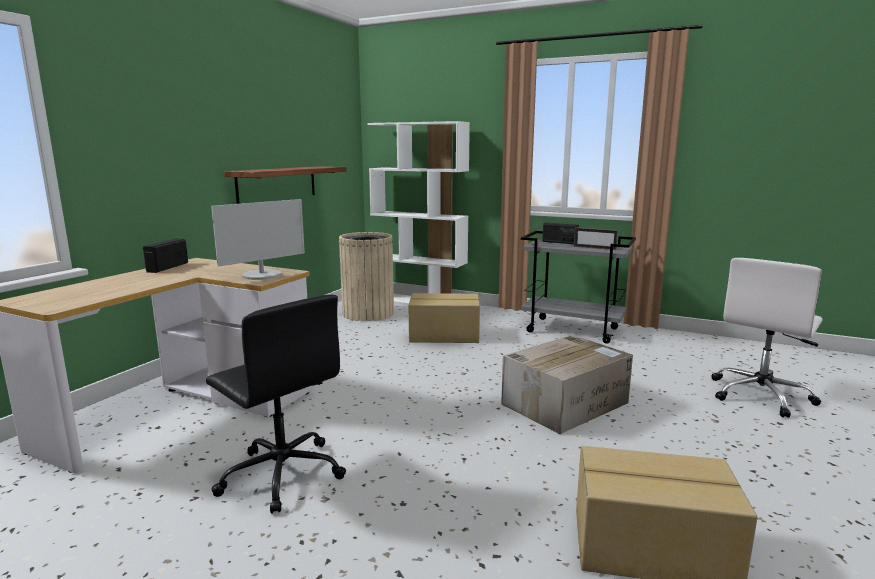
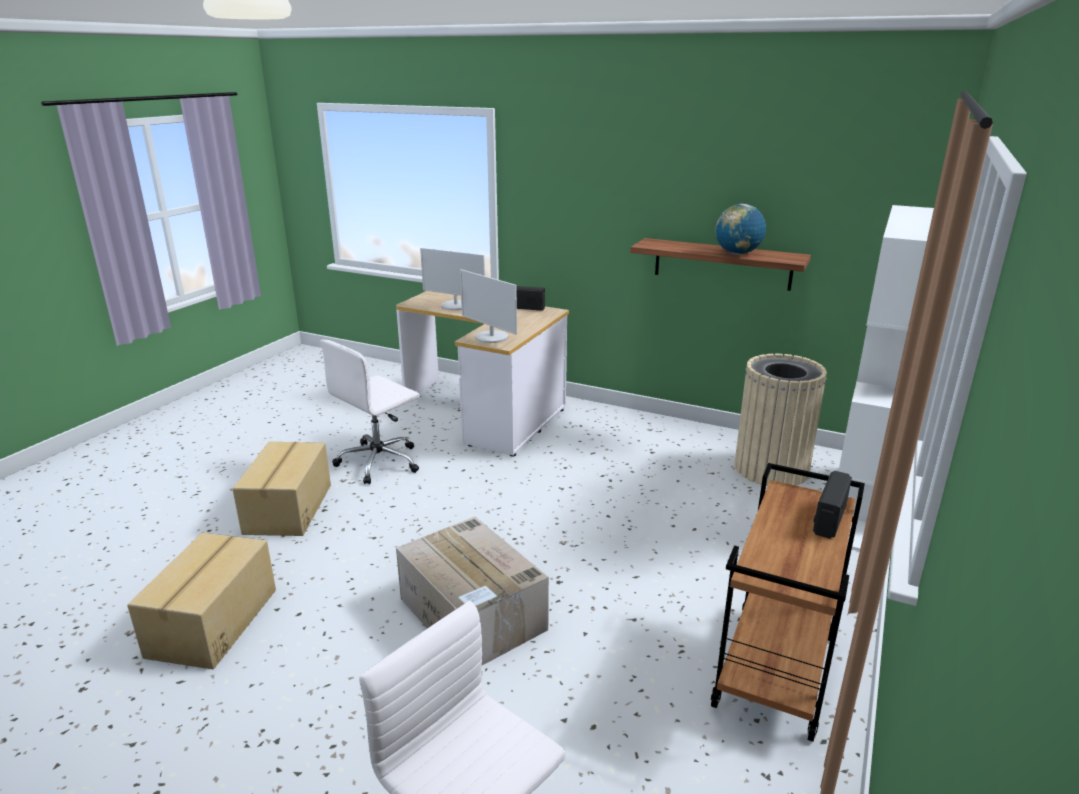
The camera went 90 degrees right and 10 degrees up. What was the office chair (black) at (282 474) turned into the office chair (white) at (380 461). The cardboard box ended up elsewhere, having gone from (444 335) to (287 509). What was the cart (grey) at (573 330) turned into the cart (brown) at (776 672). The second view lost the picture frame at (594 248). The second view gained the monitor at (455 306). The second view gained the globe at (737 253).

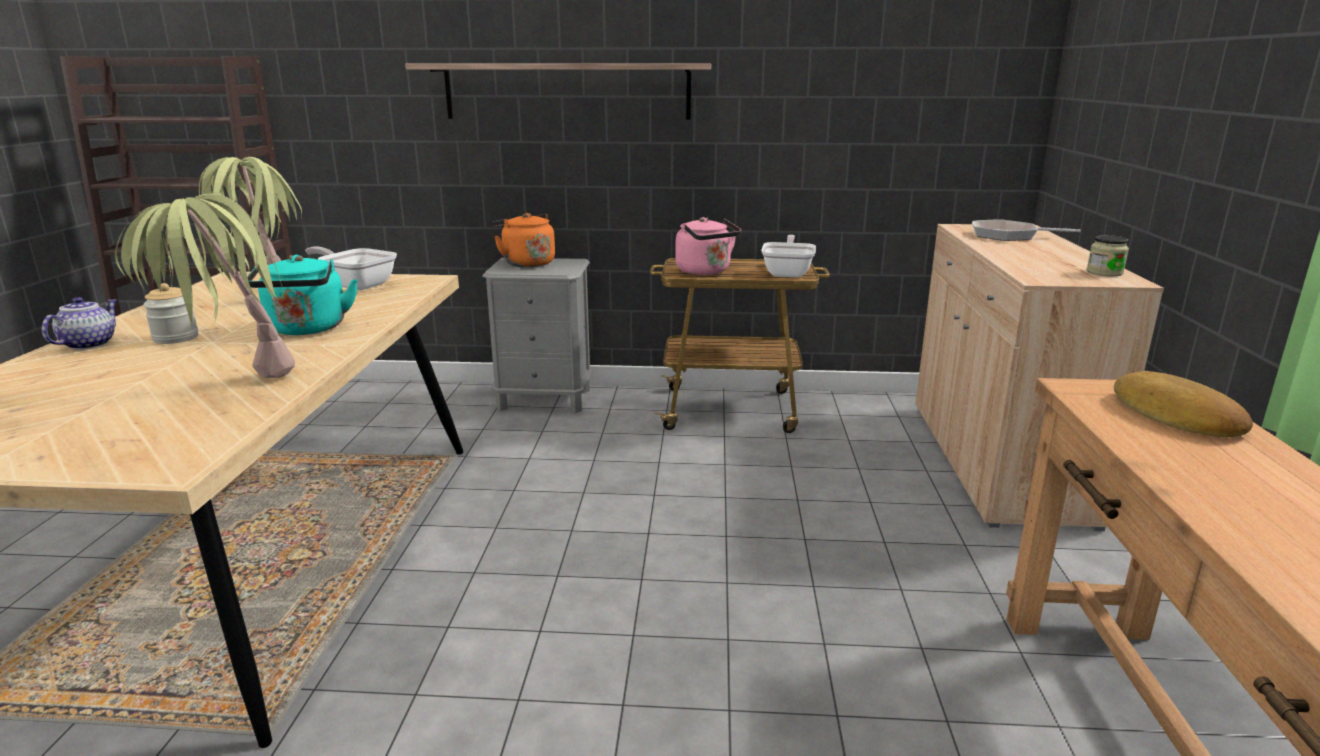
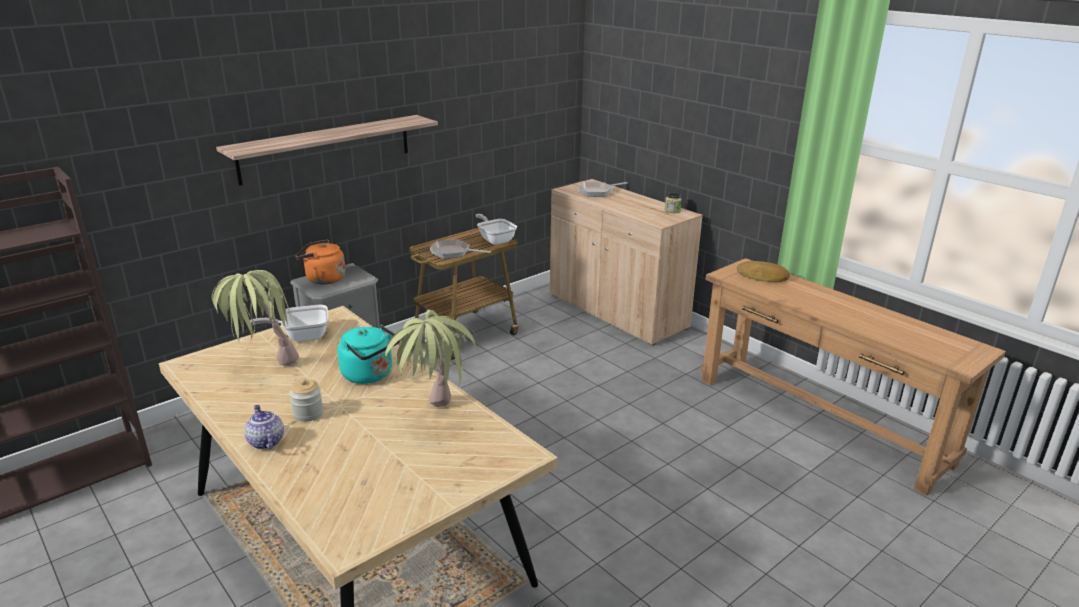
The camera went 45 degrees left and 5 degrees up. Where the kettle (pink) stood at (705 272), the frying pan came to stand at (453 252).

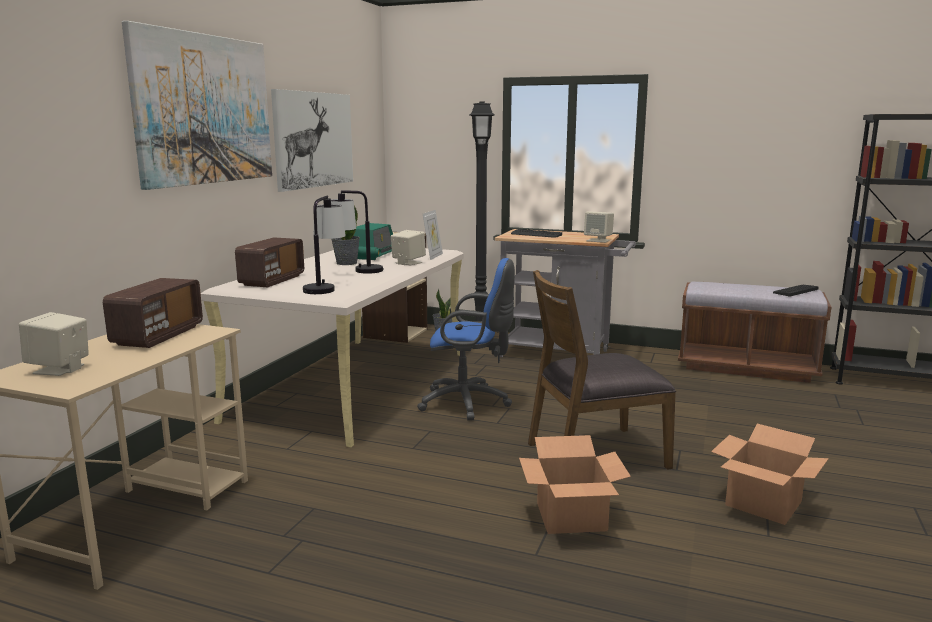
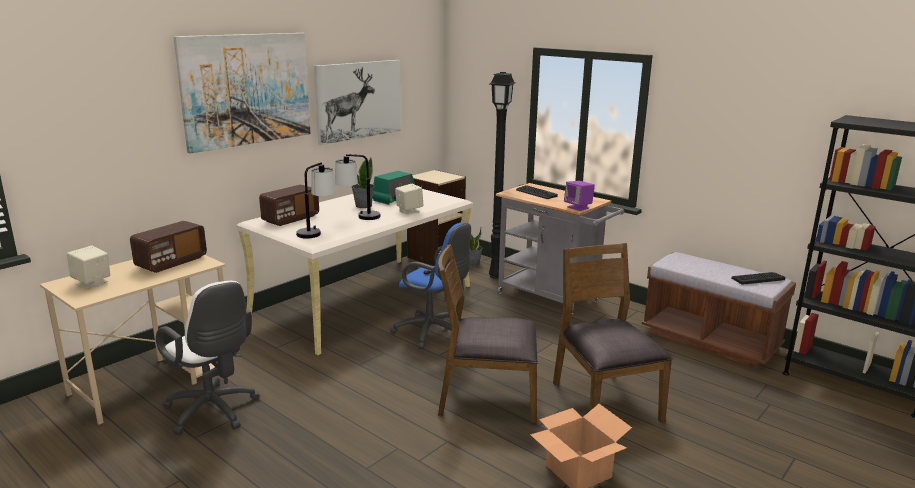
The camera went 20 degrees right and 5 degrees up. The second view lost the picture frame at (433 256). The second view lost the cardboard box at (572 516). What was the speaker (beige) at (598 240) turned into the speaker (purple) at (578 207). The second view gained the office chair (white) at (214 412). The second view gained the chair (brown) at (603 401).

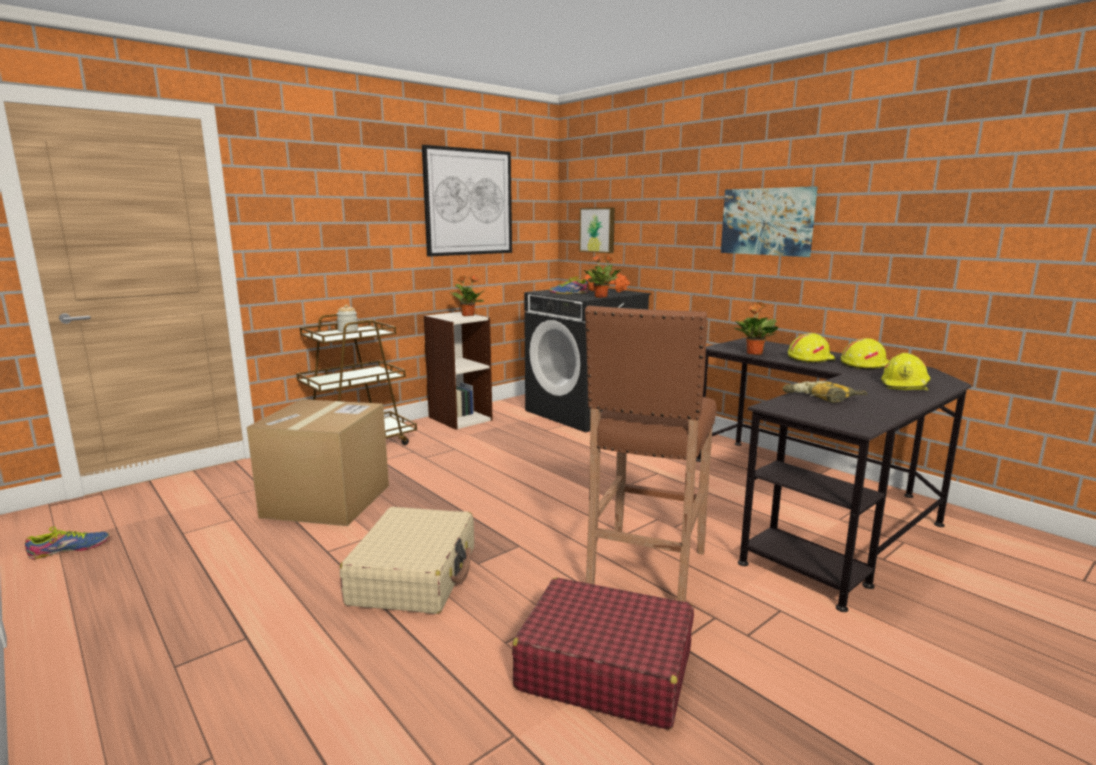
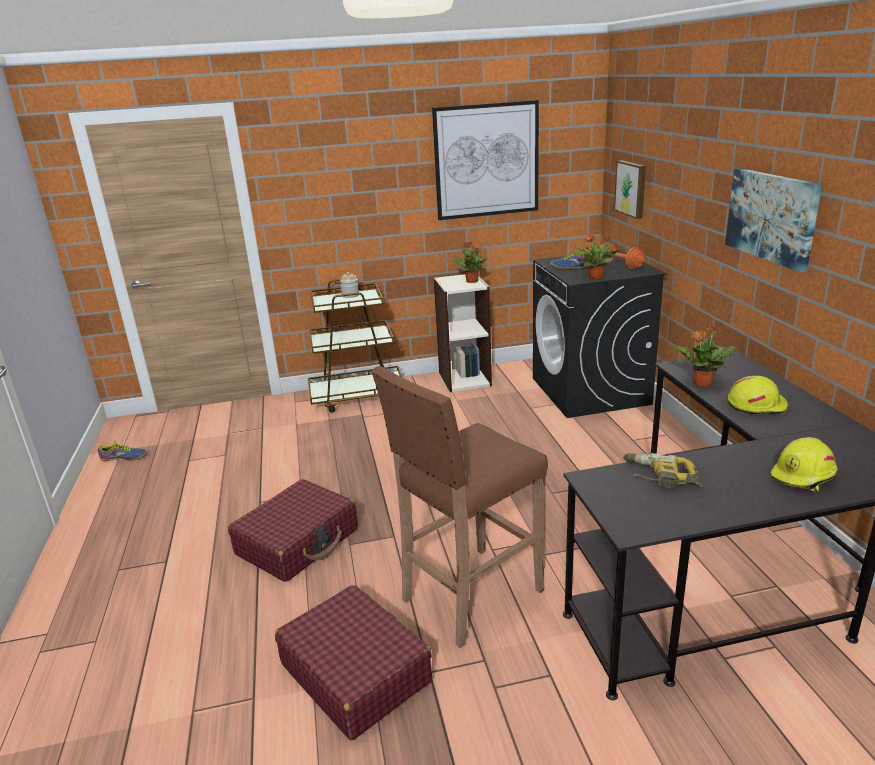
The camera went 30 degrees right and 10 degrees up. The second view lost the cardboard box at (327 501). What was the suitcase (beige) at (414 575) turned into the suitcase (red) at (298 542). The second view lost the hard hat (yellow) at (865 365).

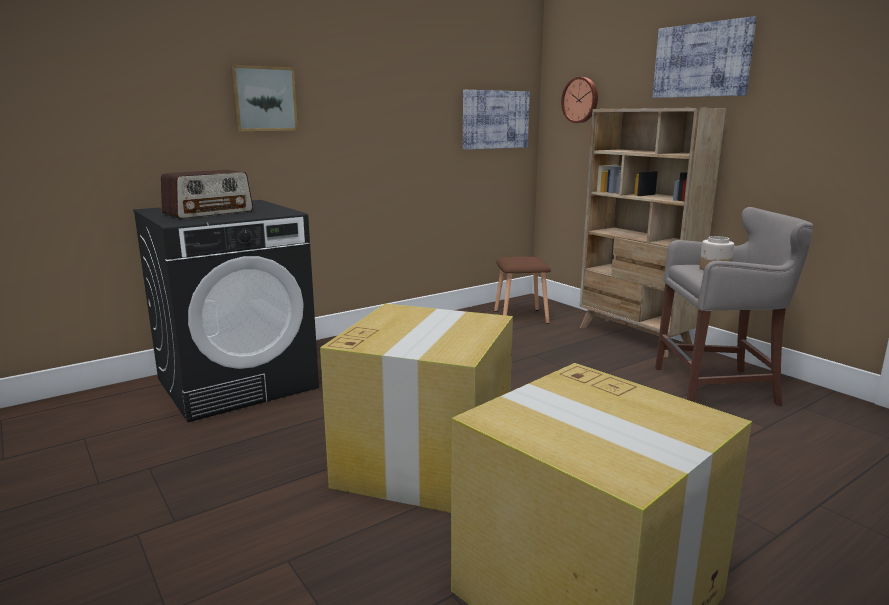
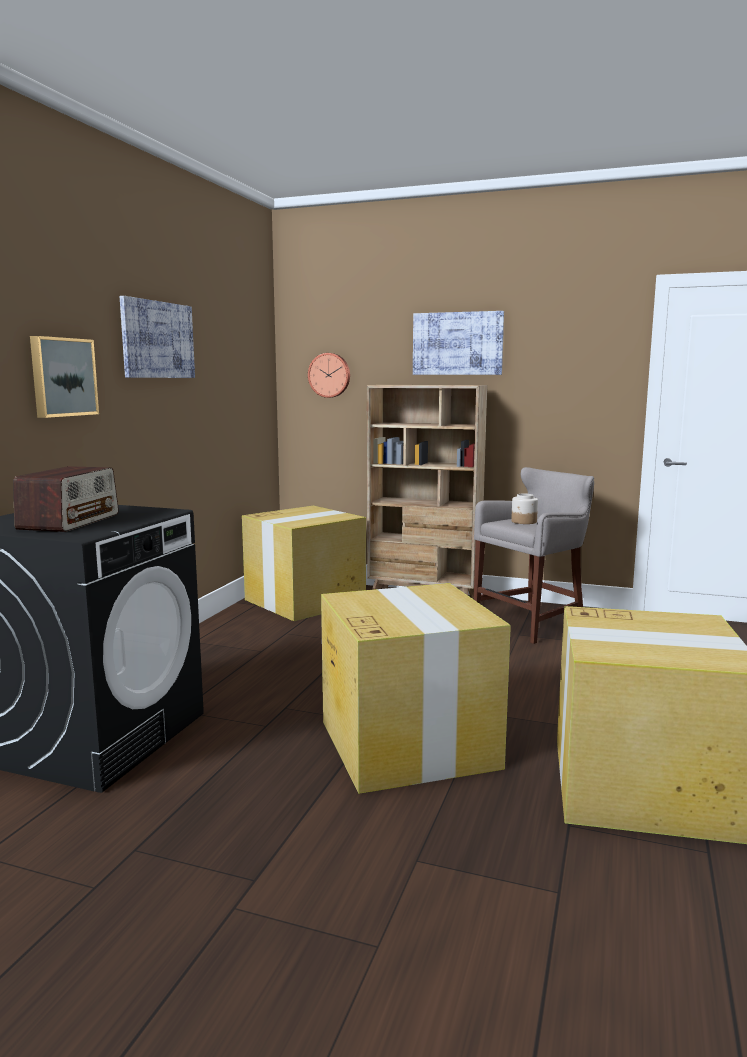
The camera went 35 degrees left and 5 degrees down. The picture ended up elsewhere, having gone from (495 119) to (157 340). Where the stool (brown) stood at (521 317), the cardboard box came to stand at (306 601).

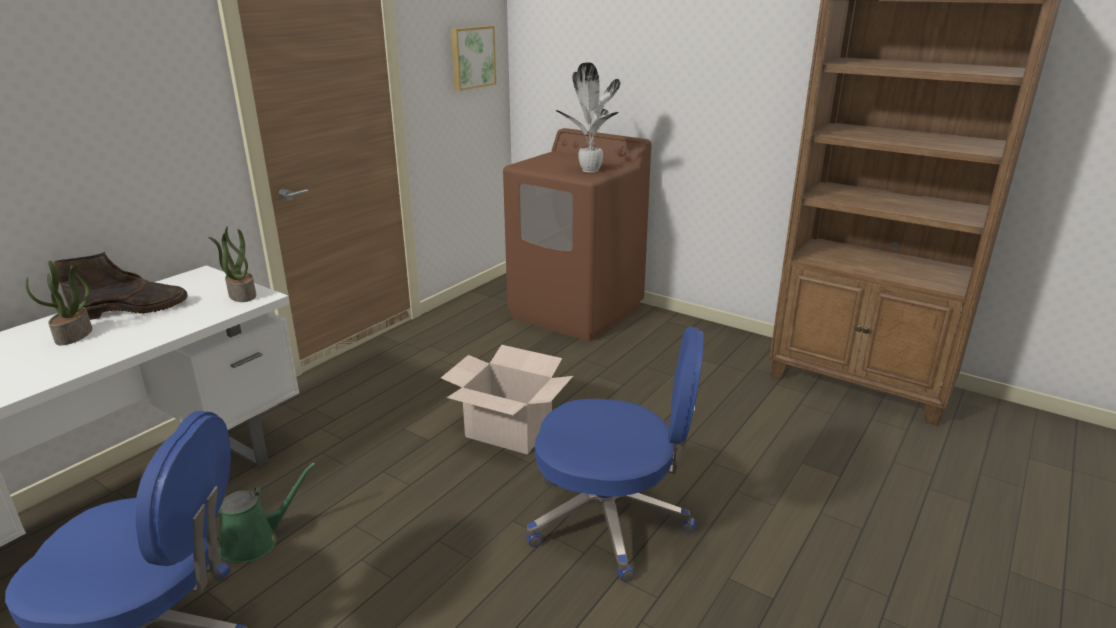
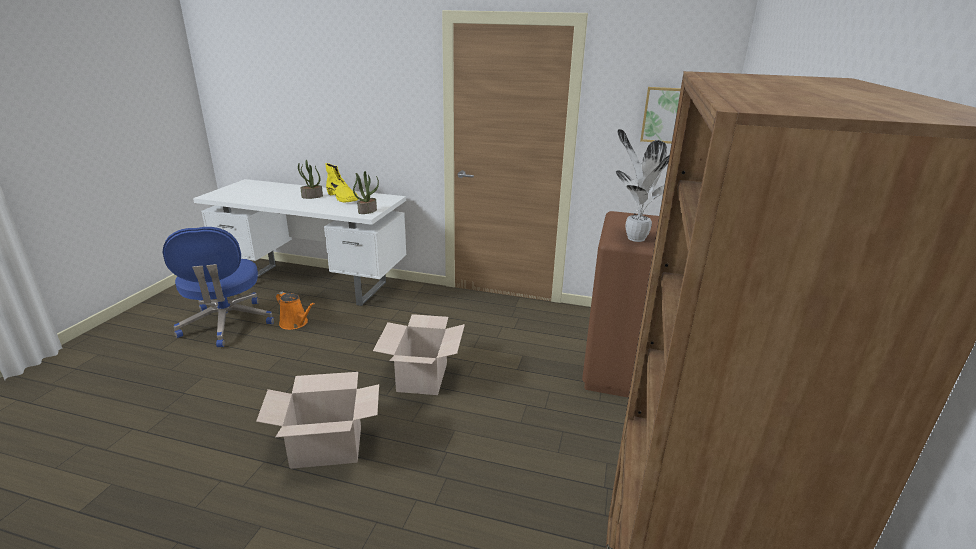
The camera went 70 degrees right and 0 degrees up. What was the boot (brown) at (133 309) turned into the boot (yellow) at (343 198). What was the watering can (green) at (255 542) turned into the watering can (orange) at (295 323). Where the office chair (blue) stood at (611 519), the cardboard box came to stand at (326 447).

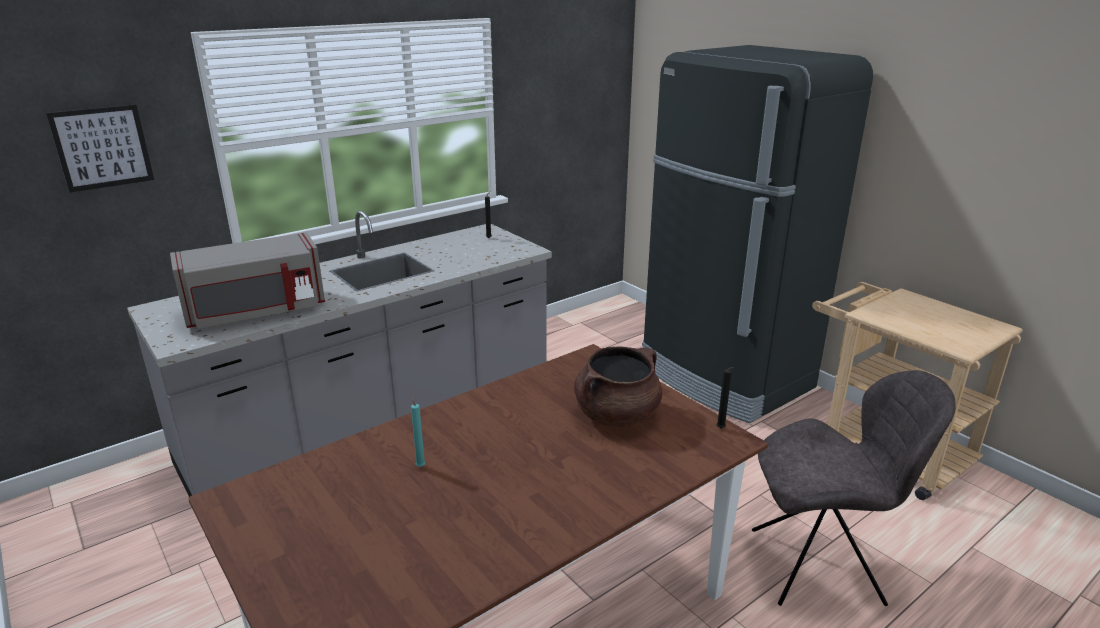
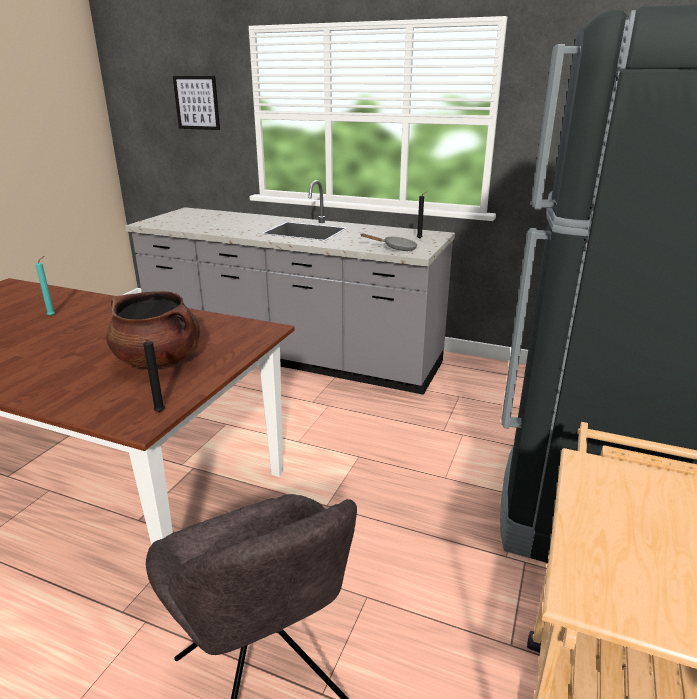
The camera went 60 degrees right and 0 degrees up. The second view lost the microwave (grey) at (256 312). The second view gained the frying pan (grey) at (396 248).

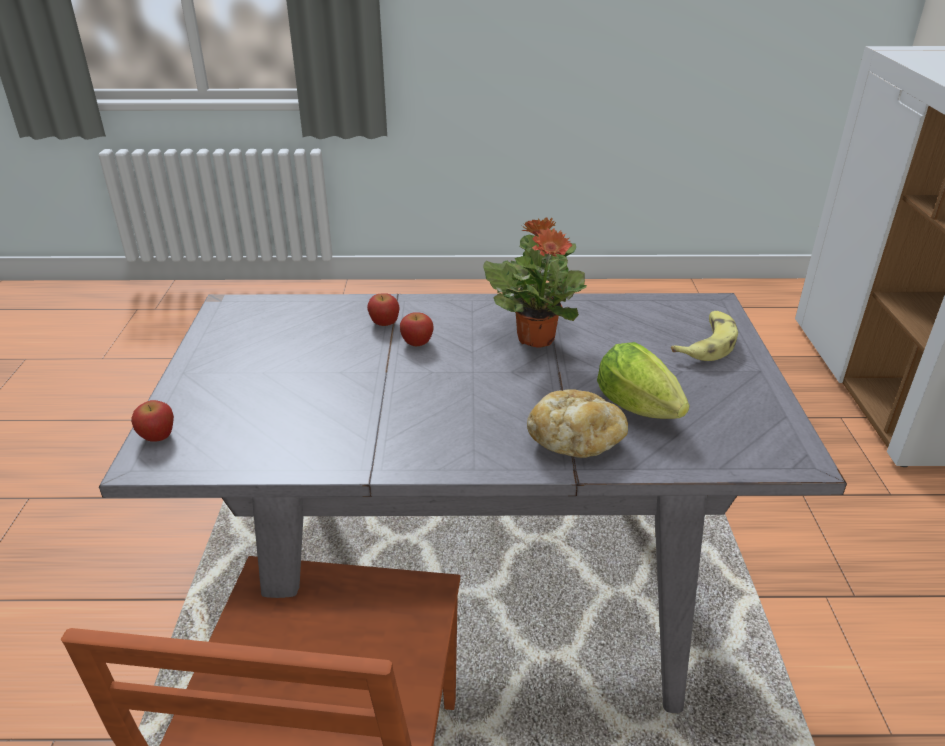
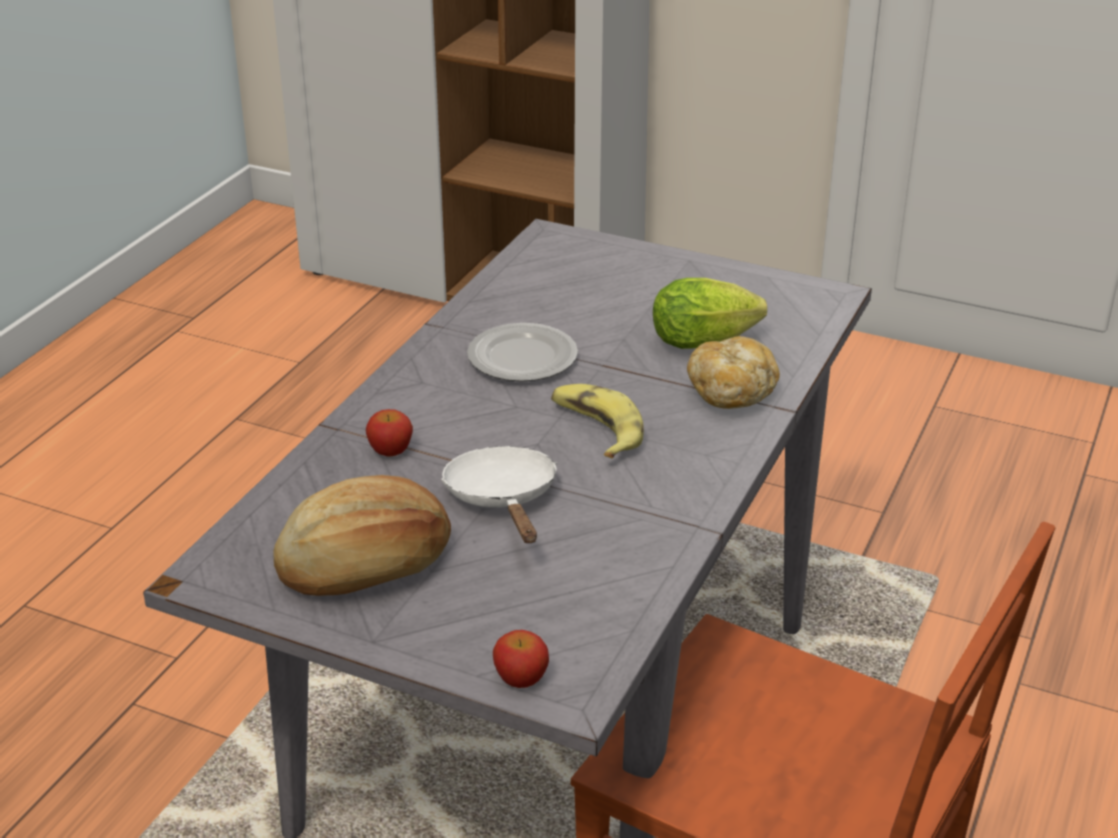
The camera went 65 degrees left and 0 degrees up. The second view lost the apple at (417 343). Where the potted plant stood at (536 338), the plate came to stand at (523 358). The banana ended up elsewhere, having gone from (706 344) to (596 429). The second view gained the bread at (366 567). The second view gained the frying pan (white) at (503 499).

